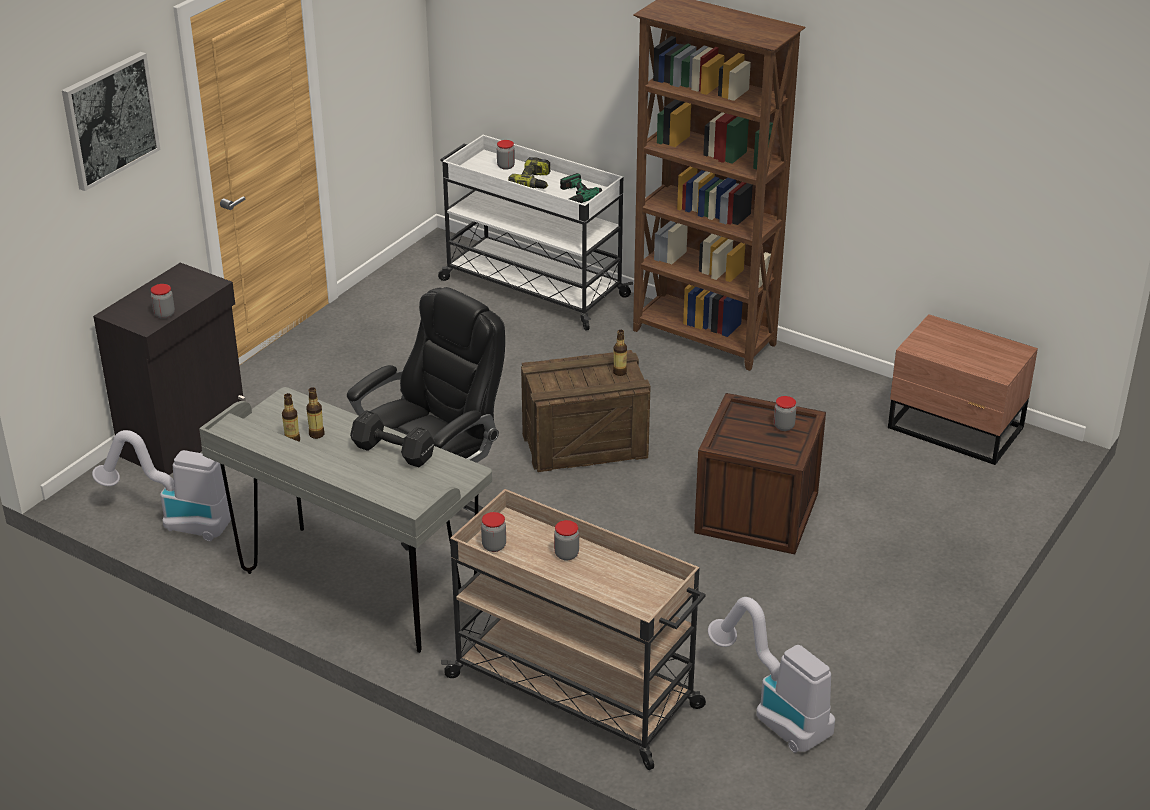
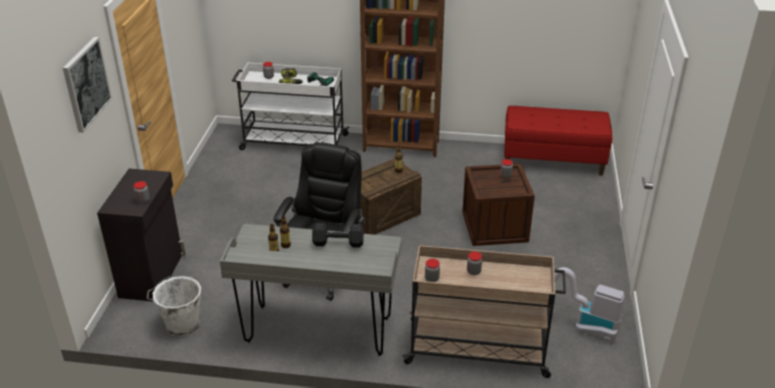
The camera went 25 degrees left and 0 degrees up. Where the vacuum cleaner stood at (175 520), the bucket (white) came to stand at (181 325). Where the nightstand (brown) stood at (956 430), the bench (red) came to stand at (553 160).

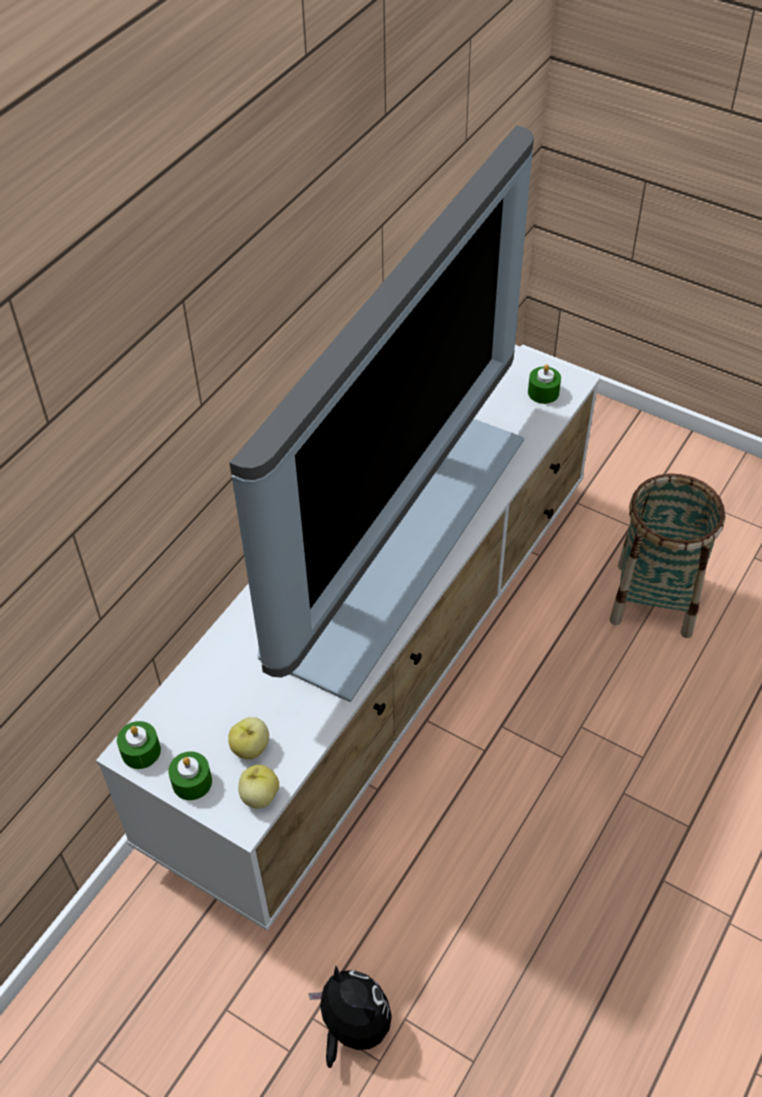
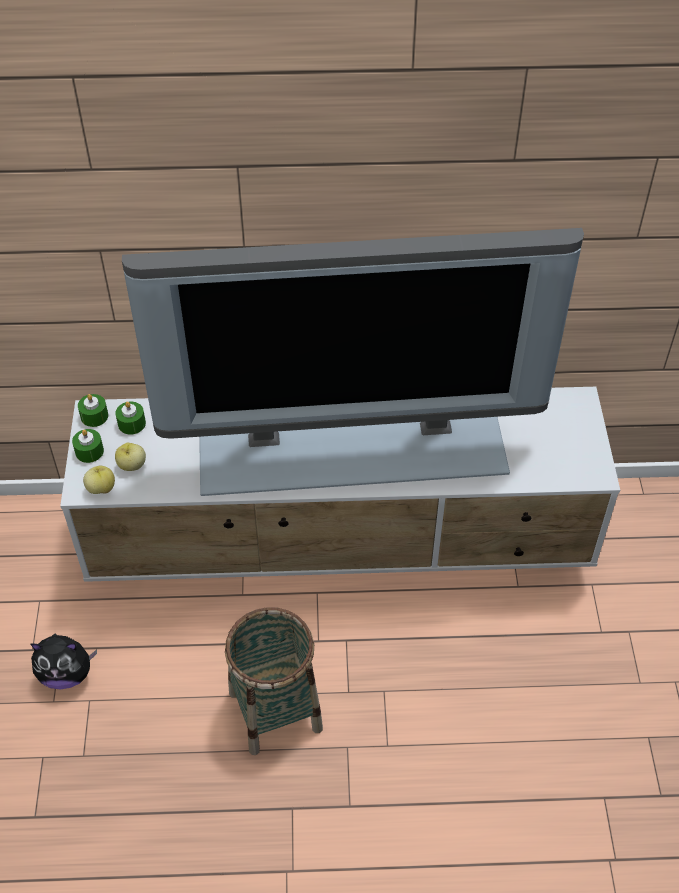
The camera went 55 degrees right and 0 degrees up. The plush toy at (352 1027) ended up facing another way, 75 degrees clockwise from before. The candle (green) ended up elsewhere, having gone from (543 392) to (132 423). The basket ended up elsewhere, having gone from (653 599) to (275 710).

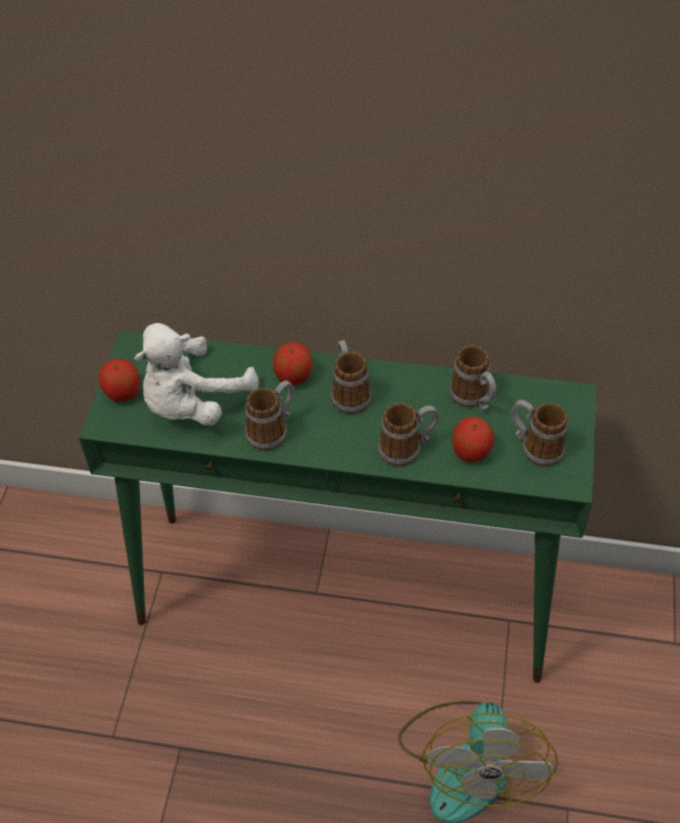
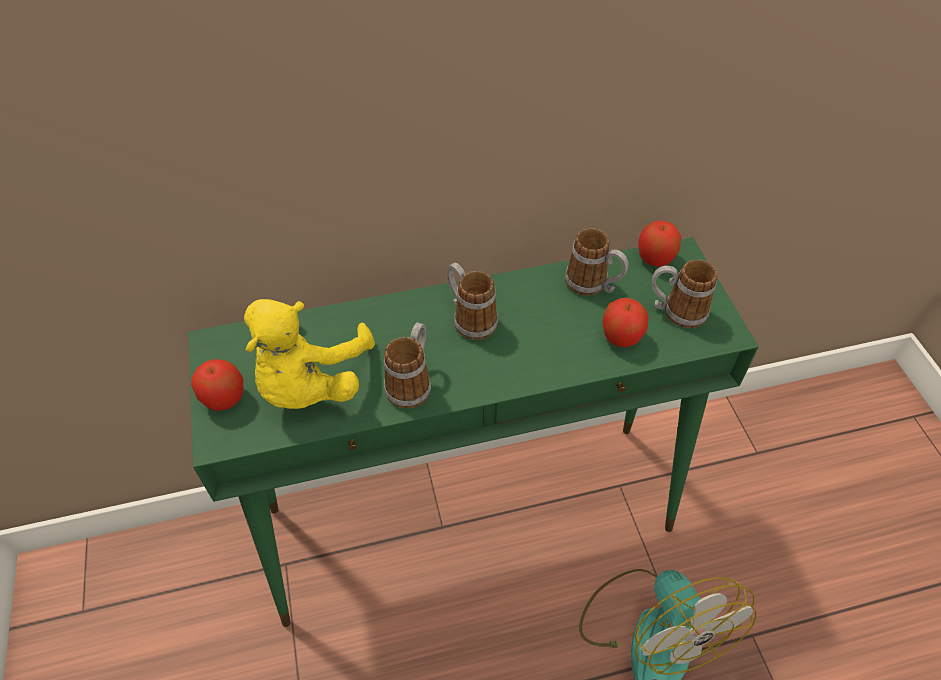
The camera went 25 degrees left and 0 degrees up. What was the plush toy (white) at (193 403) turned into the plush toy (yellow) at (310 382). The apple ended up elsewhere, having gone from (293 377) to (655 258). The second view lost the mug at (407 448).

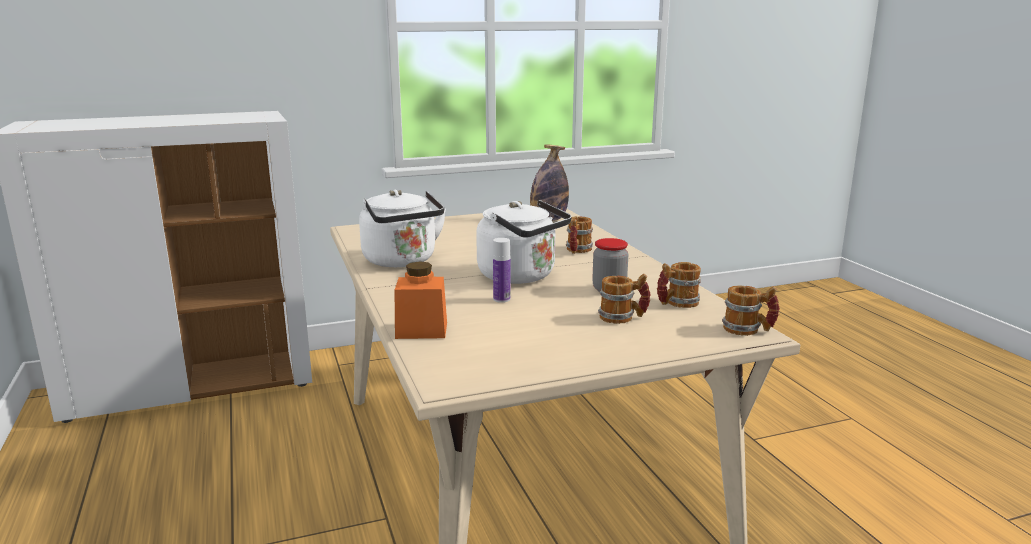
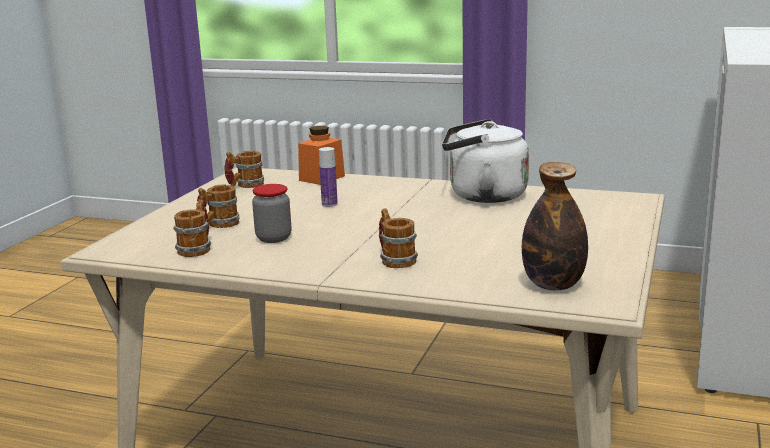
The camera went 130 degrees right and 0 degrees up. The second view lost the kettle (white) at (521 276). The mug ended up elsewhere, having gone from (748 330) to (245 185).

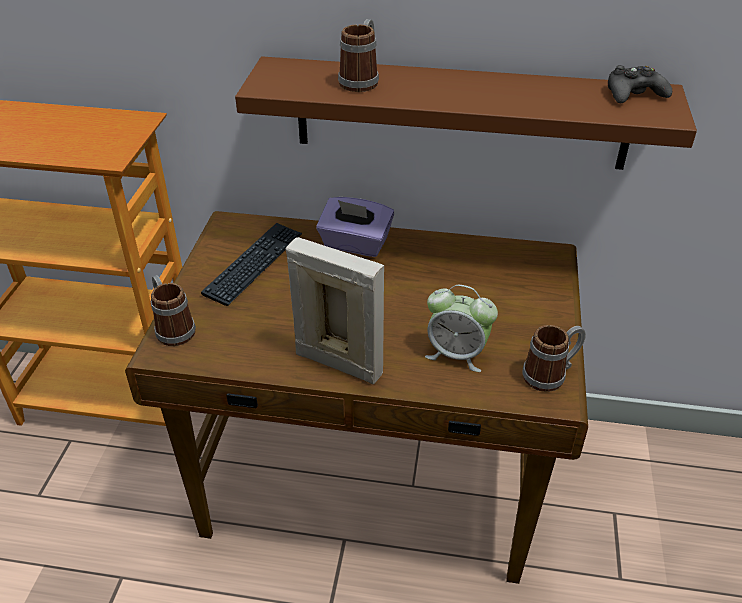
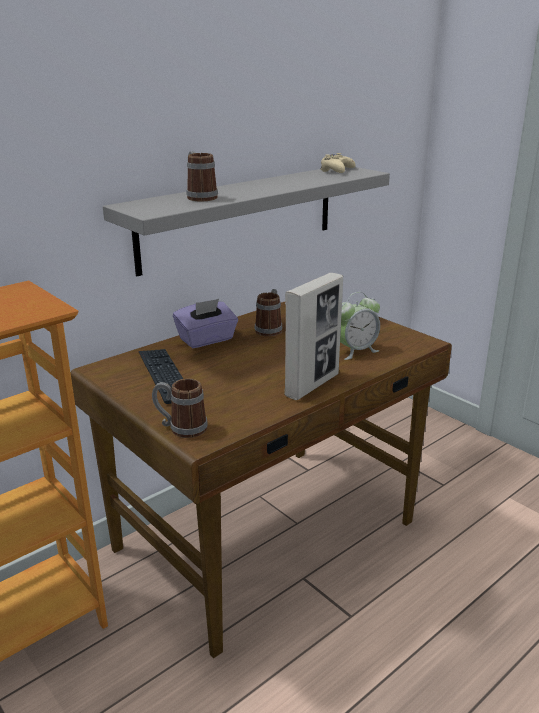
The camera went 50 degrees left and 15 degrees down. What was the shelf (brown) at (461 113) turned into the shelf (grey) at (240 217). The picture frame at (338 363) ended up facing another way, 150 degrees clockwise from before. The mug ended up elsewhere, having gone from (550 374) to (270 329). What was the game controller (black) at (634 94) turned into the game controller (beige) at (336 170).

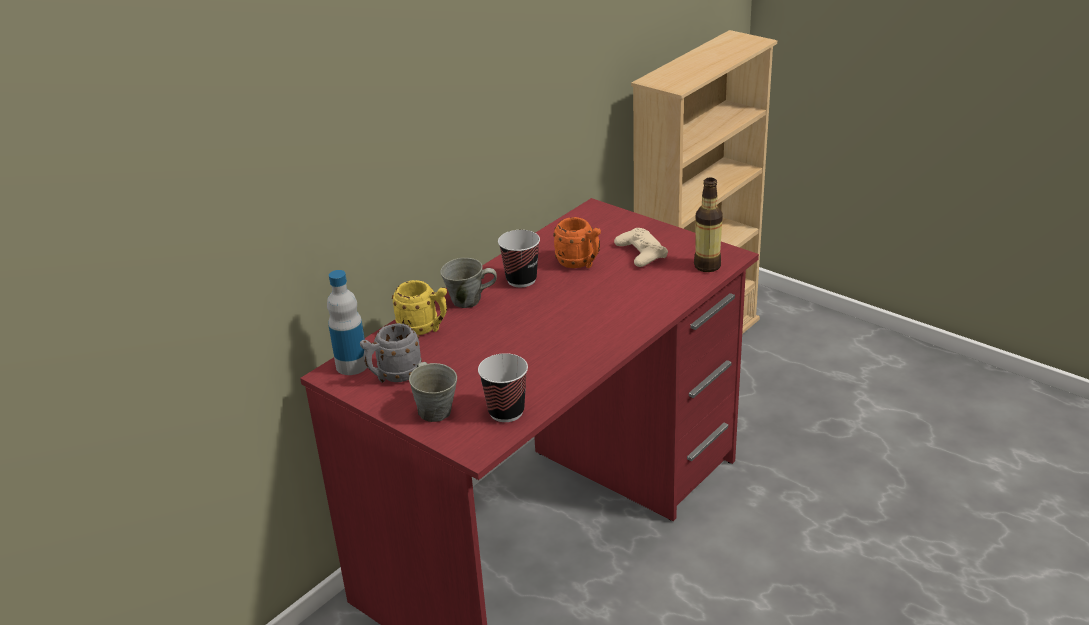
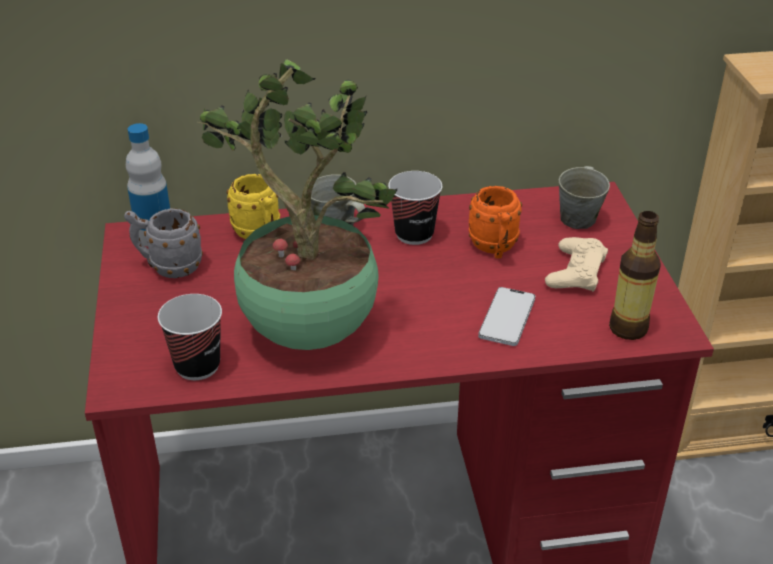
The camera went 40 degrees right and 5 degrees up. The mug (grey) ended up elsewhere, having gone from (435 410) to (579 218). The second view gained the potted plant at (305 332). The second view gained the phone at (507 318).

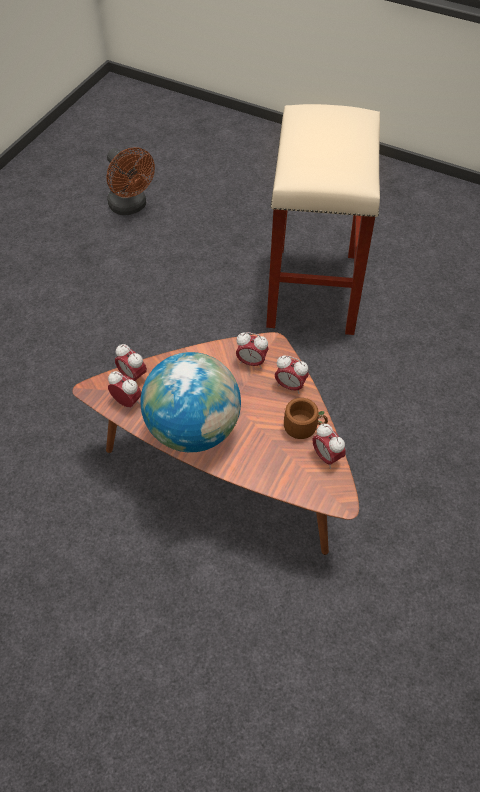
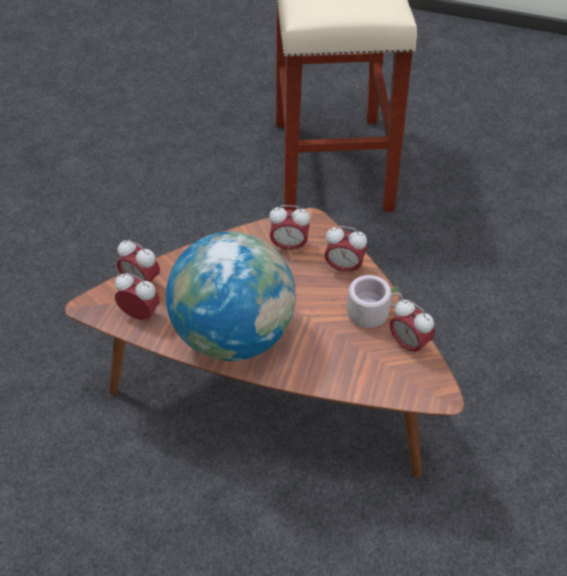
The camera went 10 degrees left and 5 degrees down. The second view lost the fan (brown) at (131 207). What was the mug (brown) at (304 425) turned into the mug (grey) at (372 311).

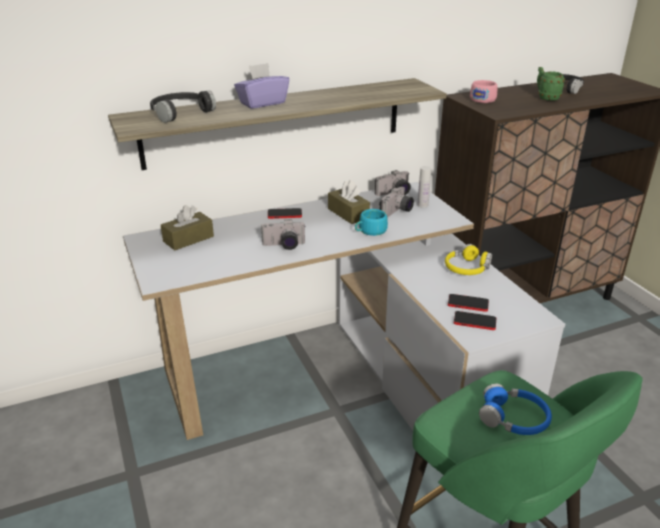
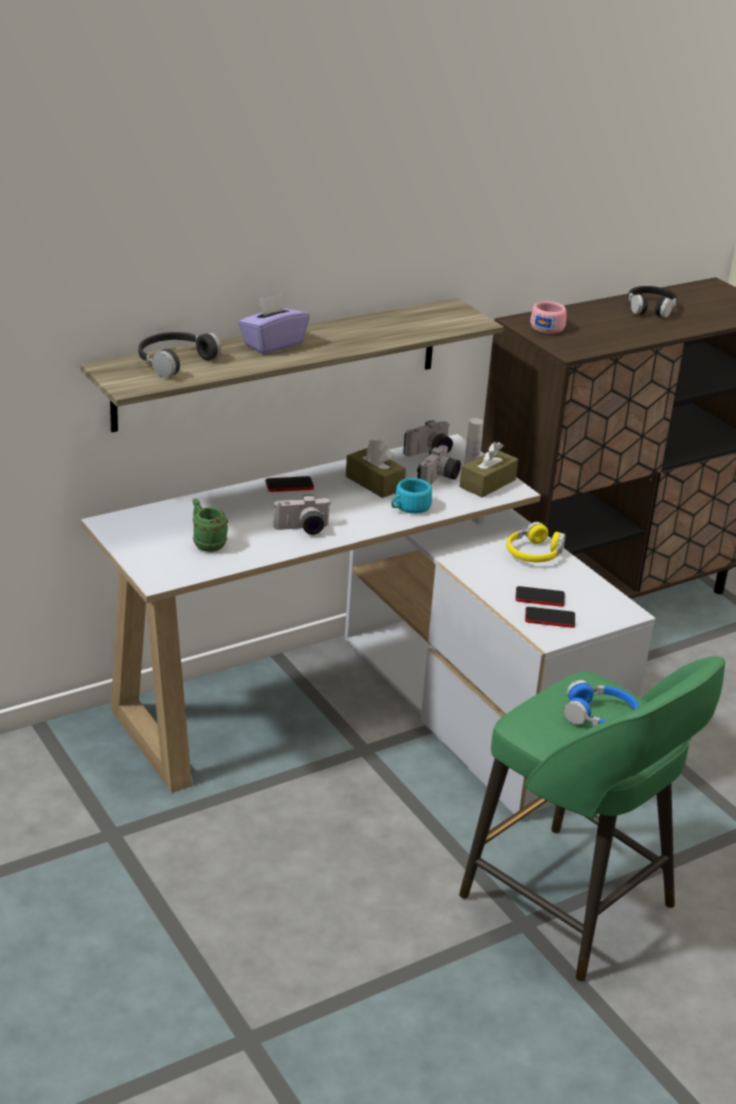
The camera went 10 degrees left and 0 degrees up. The tissue box (brown) ended up elsewhere, having gone from (188 239) to (487 483). The mug (green) ended up elsewhere, having gone from (546 97) to (206 543).

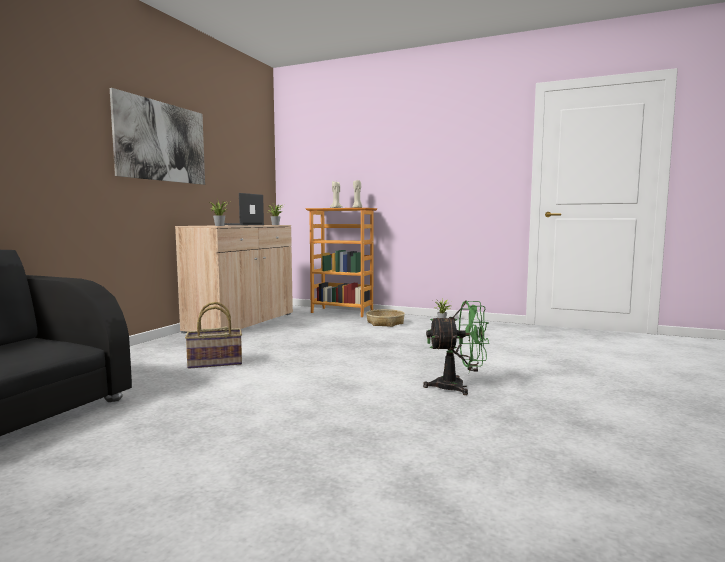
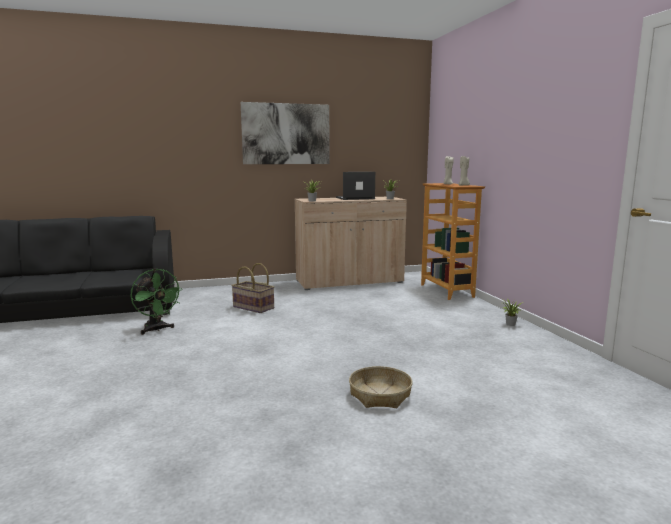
The camera went 50 degrees right and 5 degrees up. The basket ended up elsewhere, having gone from (385 323) to (380 395). The fan (green) ended up elsewhere, having gone from (457 387) to (157 330).

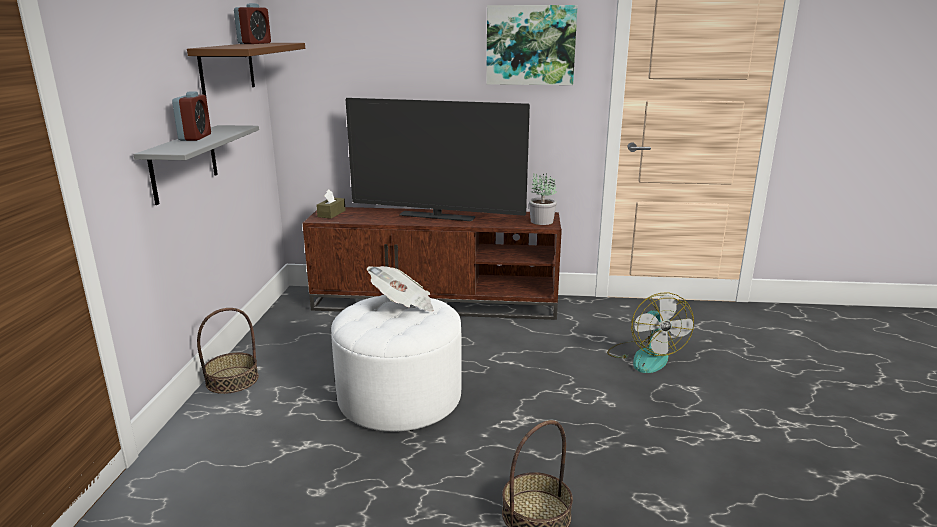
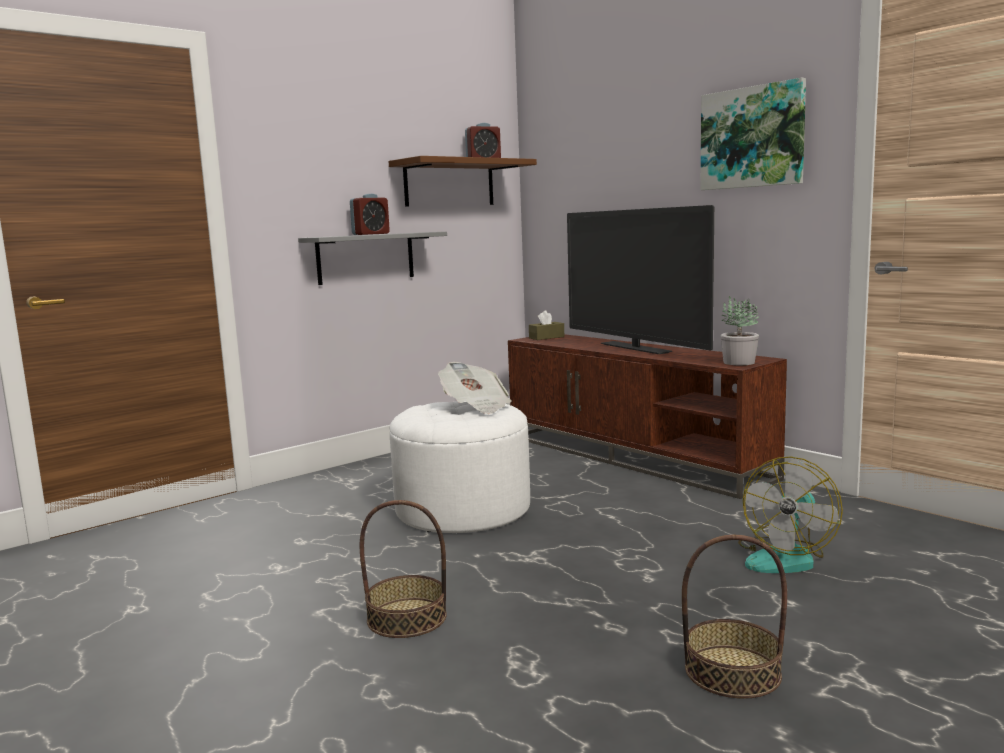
The camera went 45 degrees right and 10 degrees down. The basket ended up elsewhere, having gone from (232 380) to (732 671).

